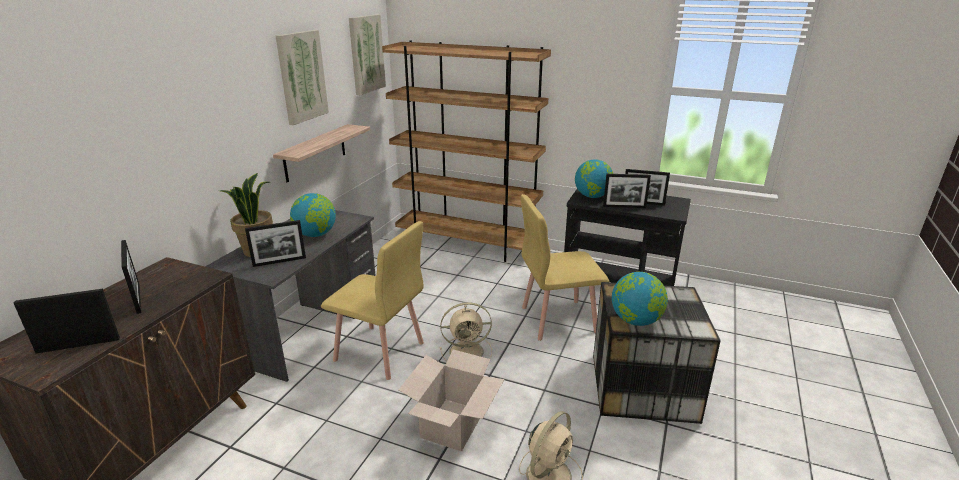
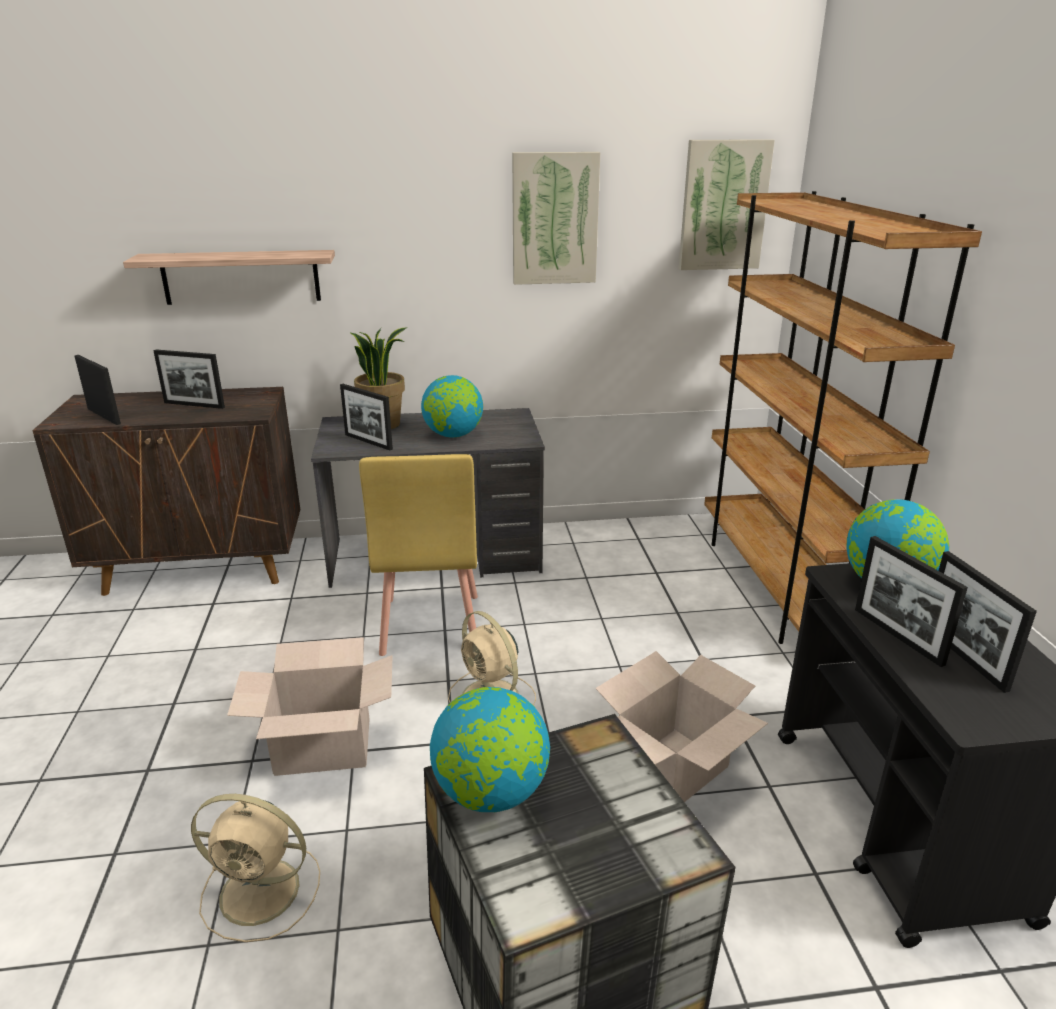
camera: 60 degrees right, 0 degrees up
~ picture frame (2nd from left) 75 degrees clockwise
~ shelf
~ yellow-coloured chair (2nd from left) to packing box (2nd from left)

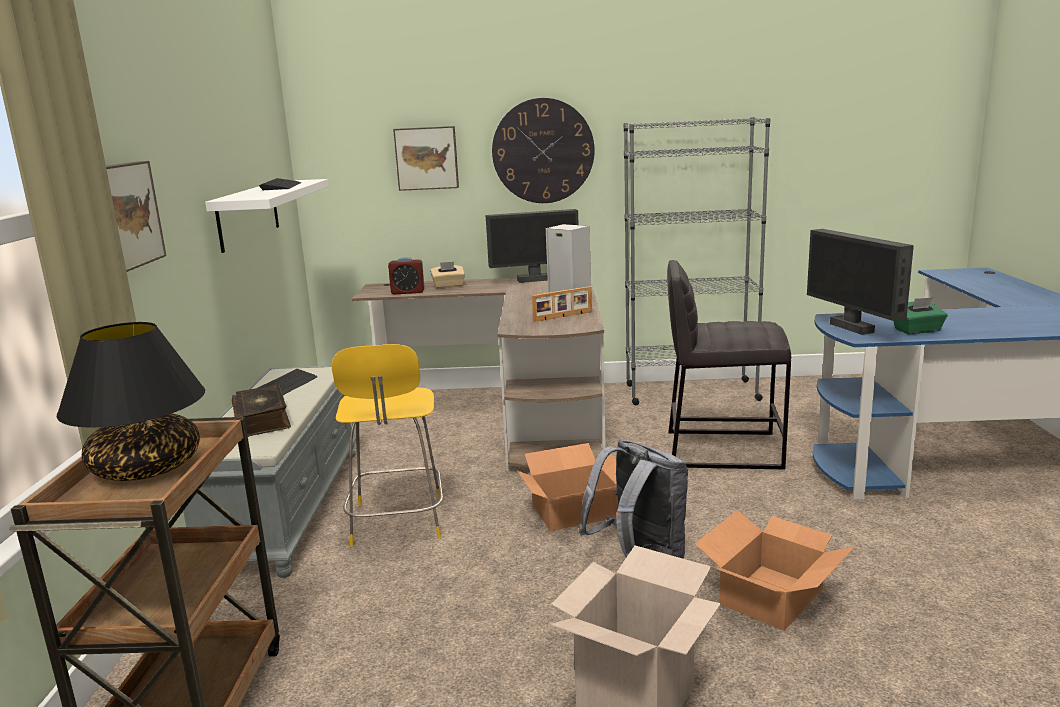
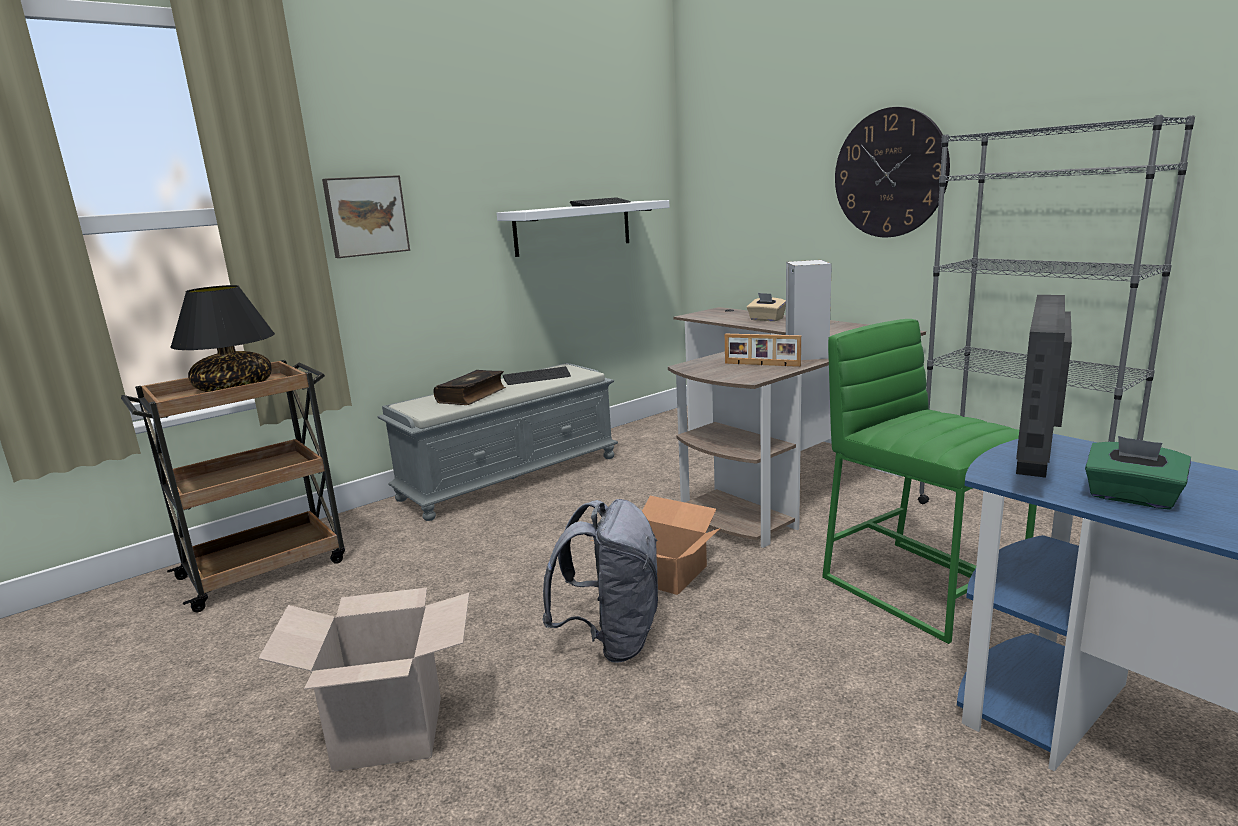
camera: 50 degrees right, 0 degrees up
- yellow-coloured chair
- table clock
- picture (2nd from left)
- computer display (1st from left)
~ gray stool seat to greenish stool seat
- packing box (3rd from left)

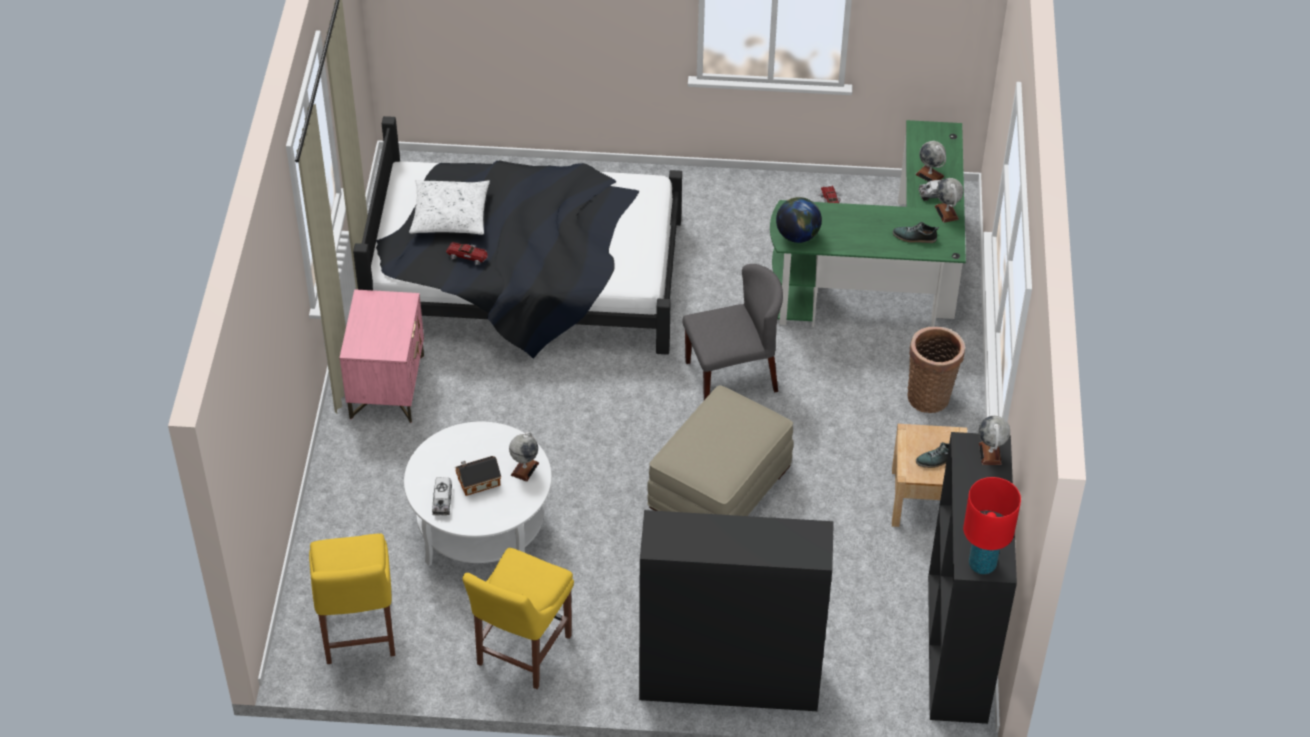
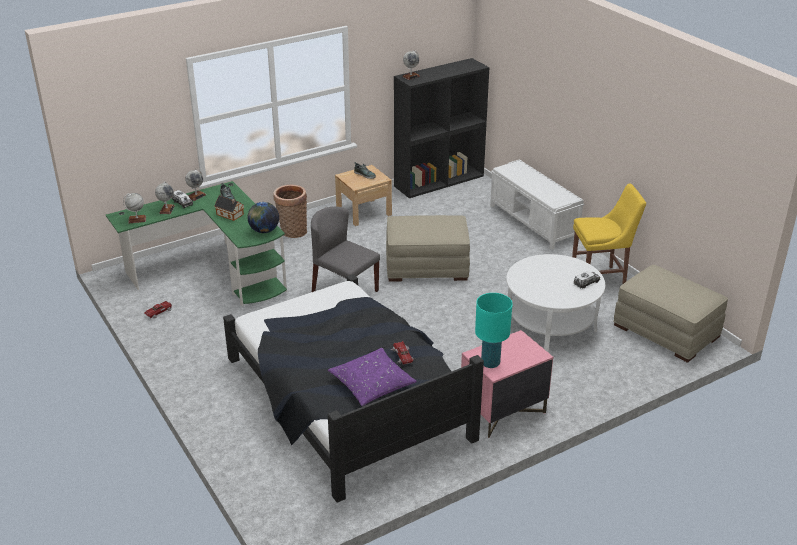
camera: 125 degrees left, 15 degrees down
~ yellow-coloured chair (1st from left) to sand-coloured footrest (2nd from left)
~ white-coloured throw pillow to purplish throw pillow
~ miniature house
~ desk globe (1st from left)
~ black bookcase (1st from left) to white-coloured indoor bench
- red table lamp
+ blue-green table lamp

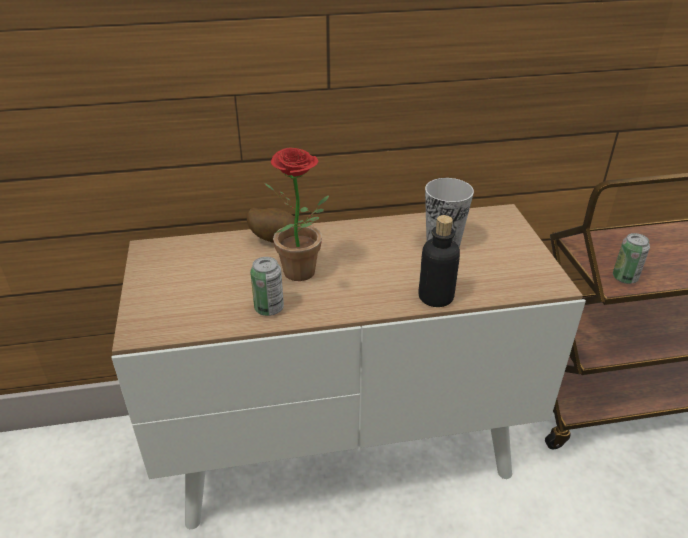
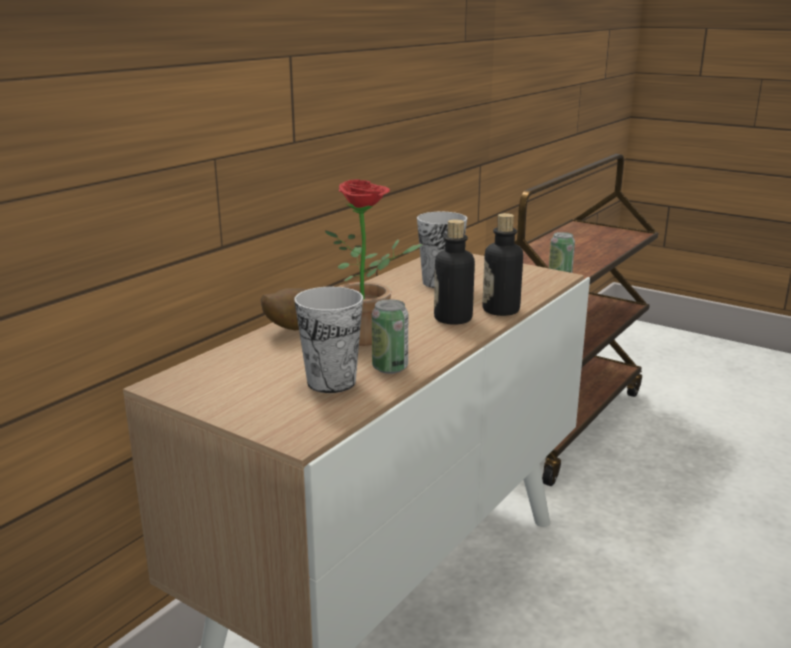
camera: 45 degrees left, 15 degrees down
+ cup (1st from left)
+ beverage bottle (1st from left)

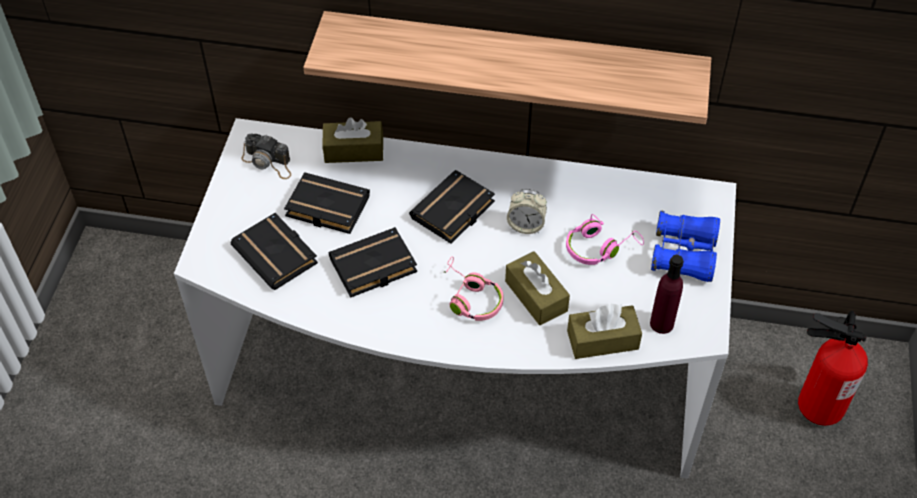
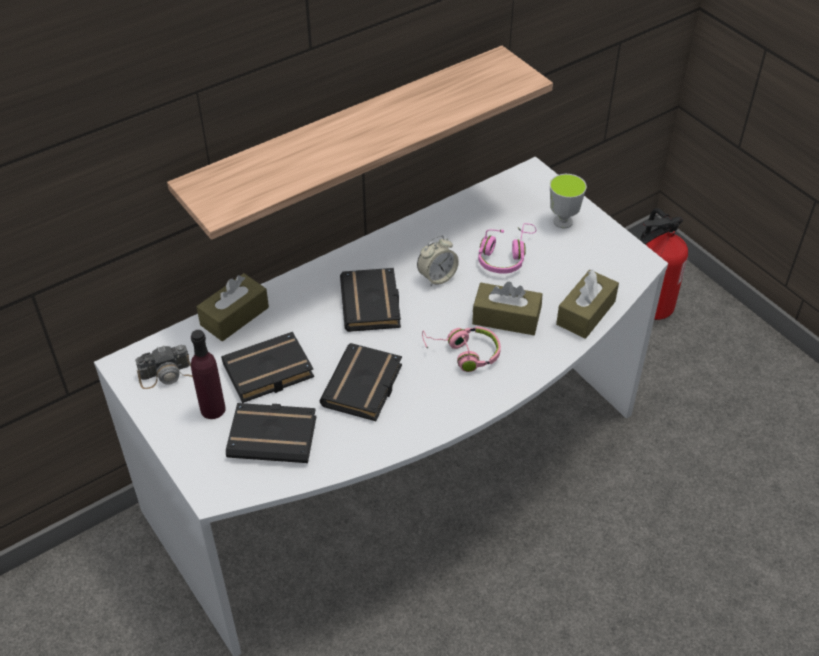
camera: 45 degrees left, 5 degrees down
~ purplish beverage bottle
~ blue-coloured binoculars to cup

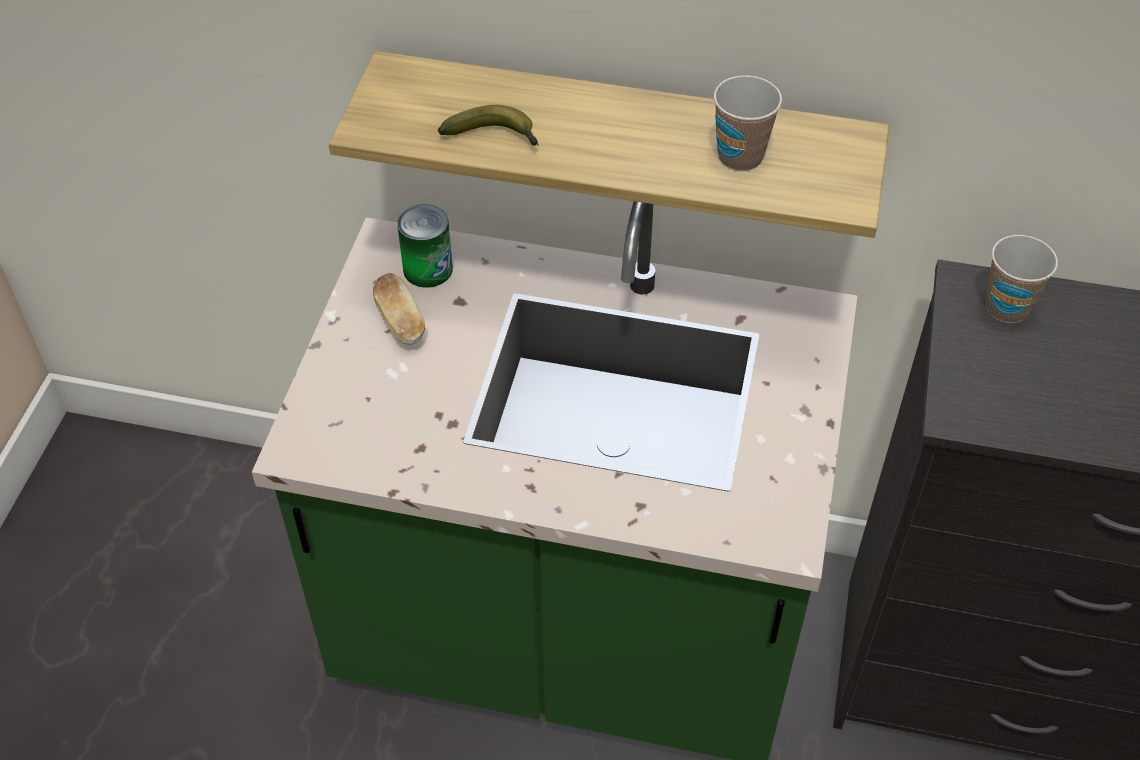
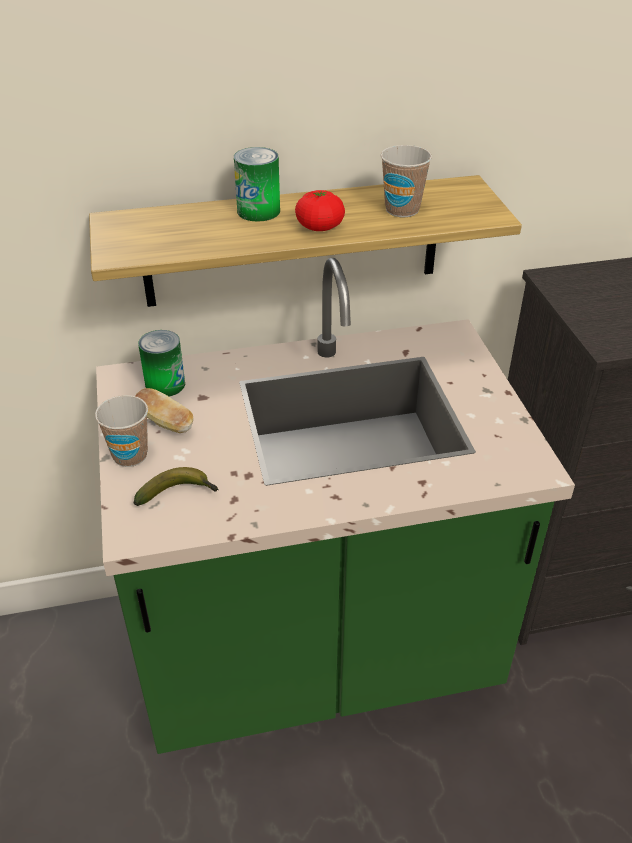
camera: 25 degrees left, 10 degrees down
~ banana
~ cup (2nd from left in the first image) to cup (1st from left)
+ sealed can (2nd from left)
+ tomato

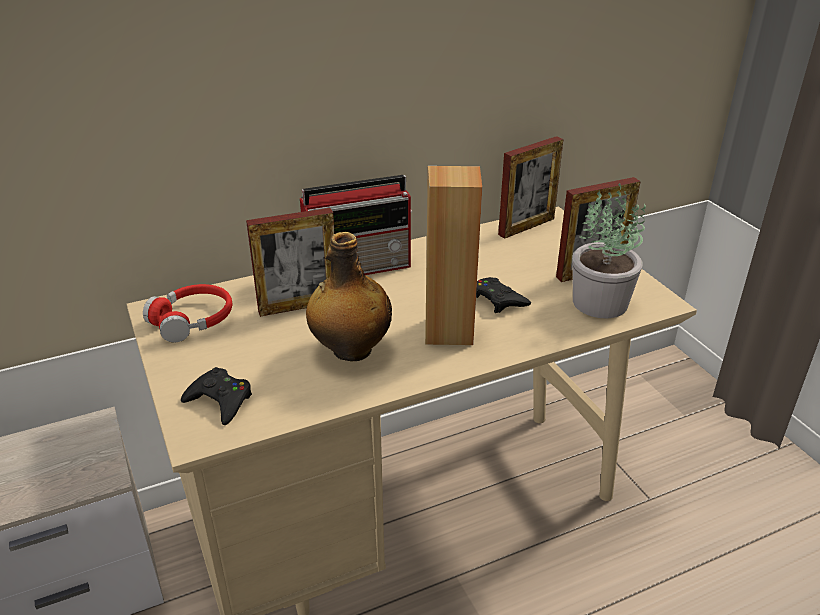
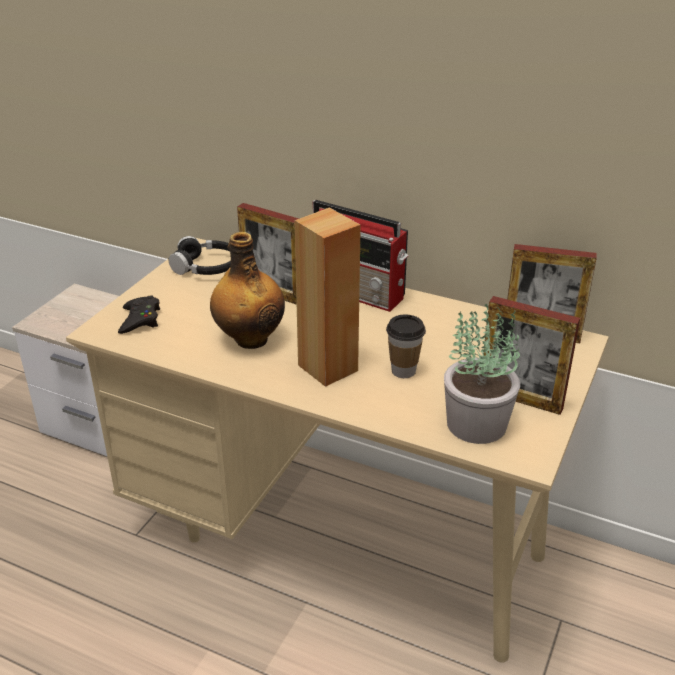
camera: 50 degrees right, 0 degrees up
~ red headphones to black headphones
~ black game controller (2nd from left) to cup

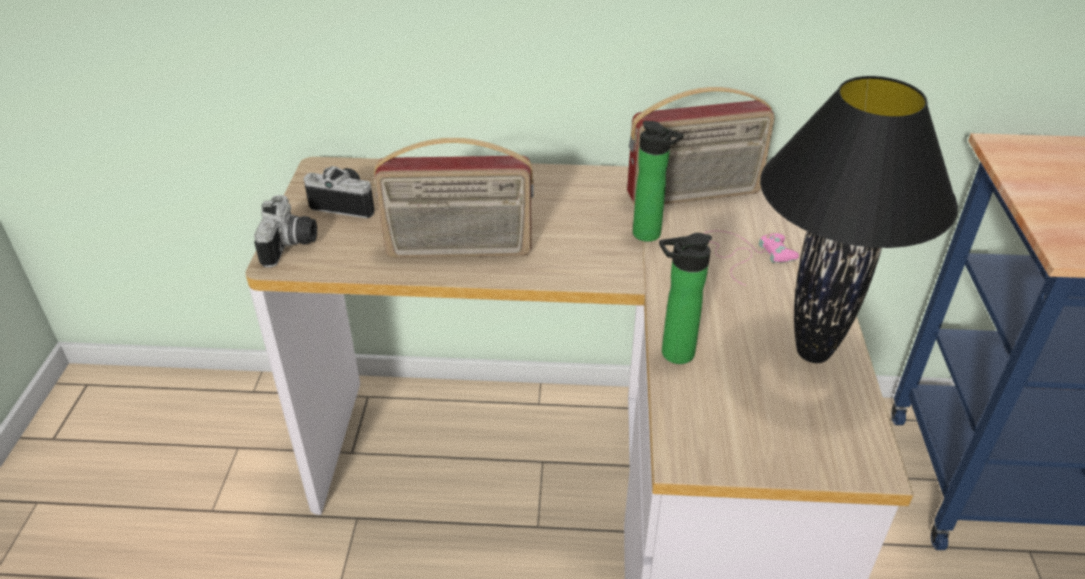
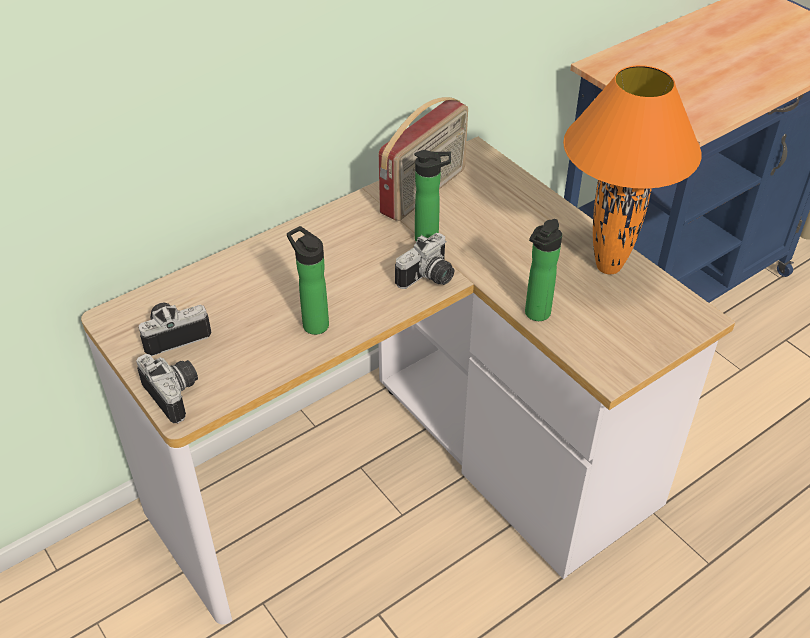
camera: 40 degrees left, 5 degrees up
~ radio receiver (1st from left) to beverage bottle (1st from left)
- pink game controller
~ black table lamp to orangey table lamp
+ still camera (3rd from left)

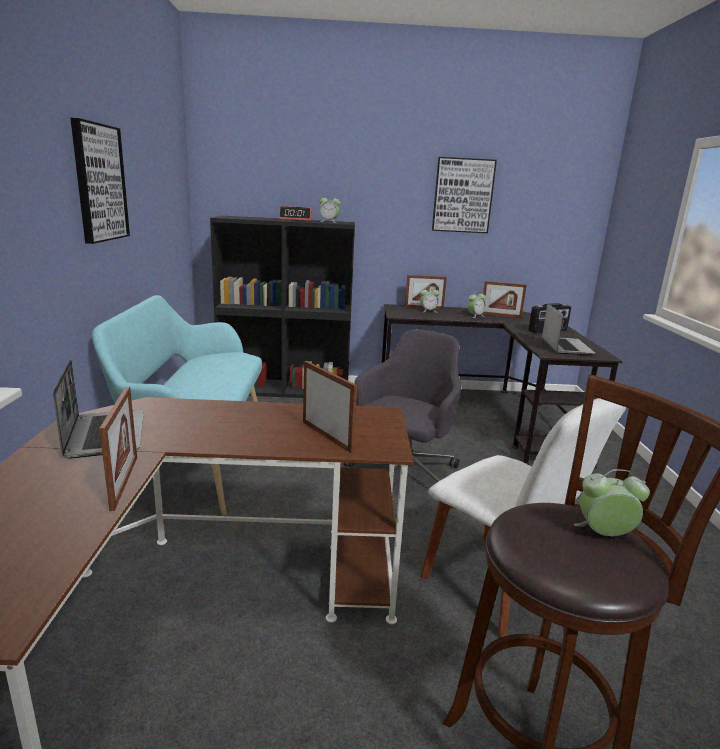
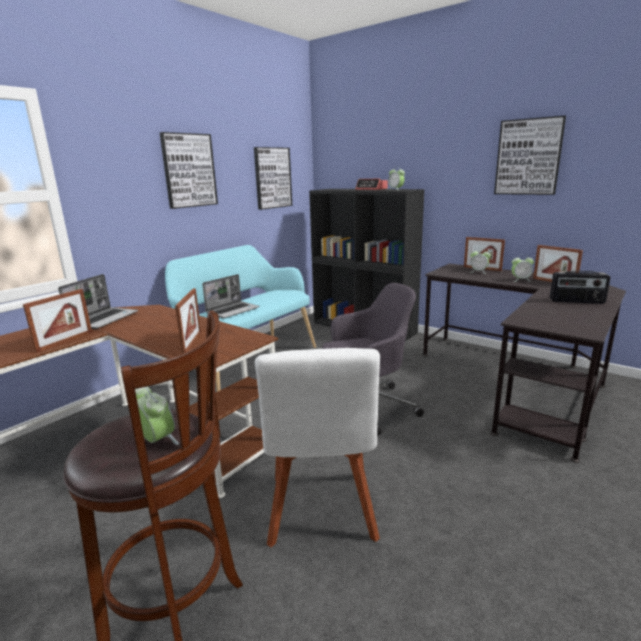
camera: 40 degrees right, 0 degrees up
~ laptop (2nd from left)
+ picture (2nd from left)

